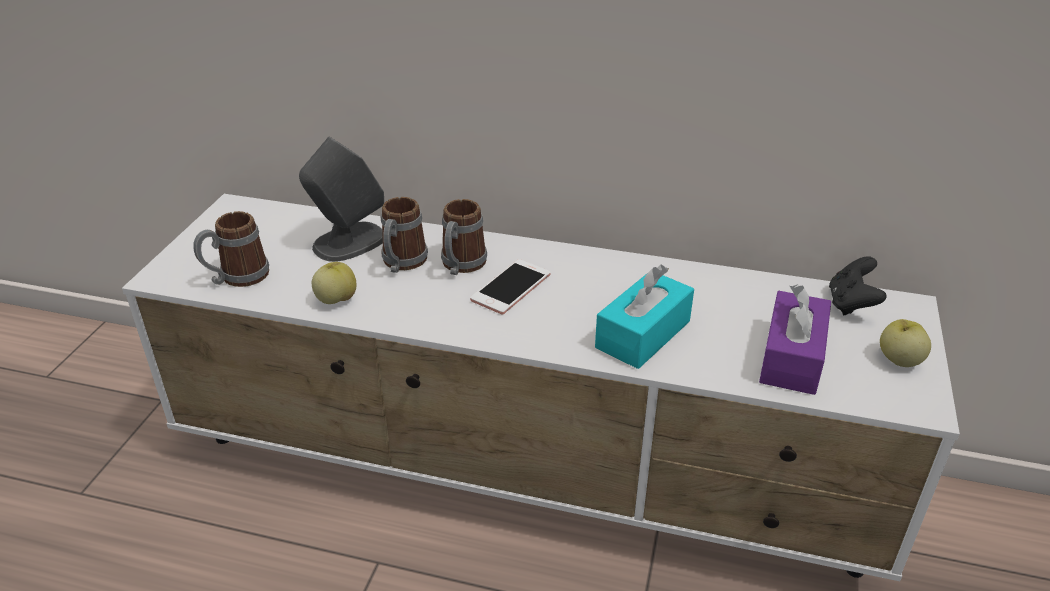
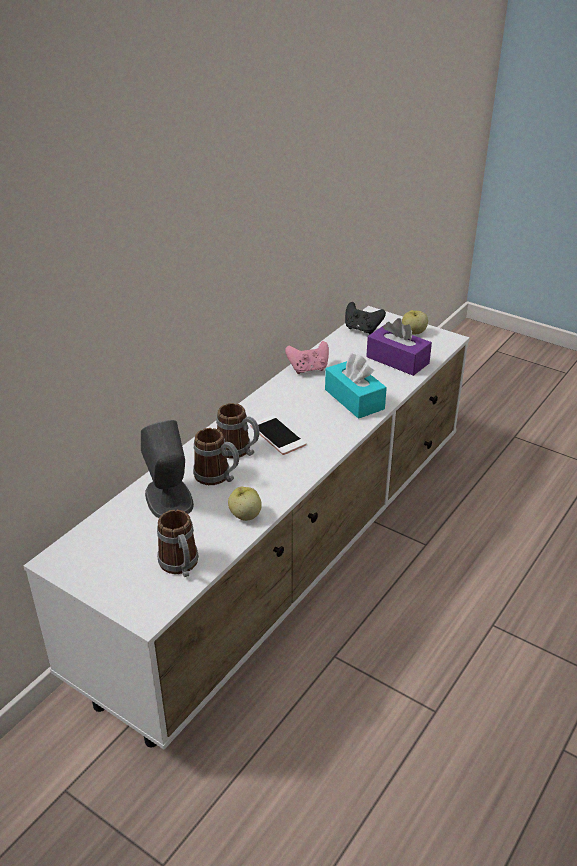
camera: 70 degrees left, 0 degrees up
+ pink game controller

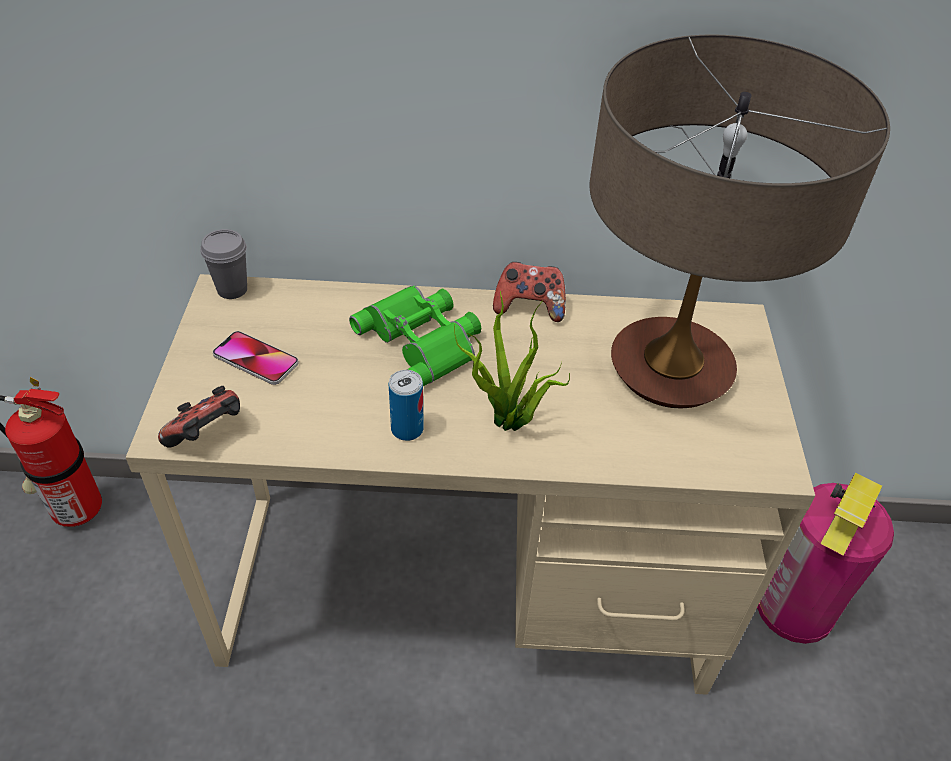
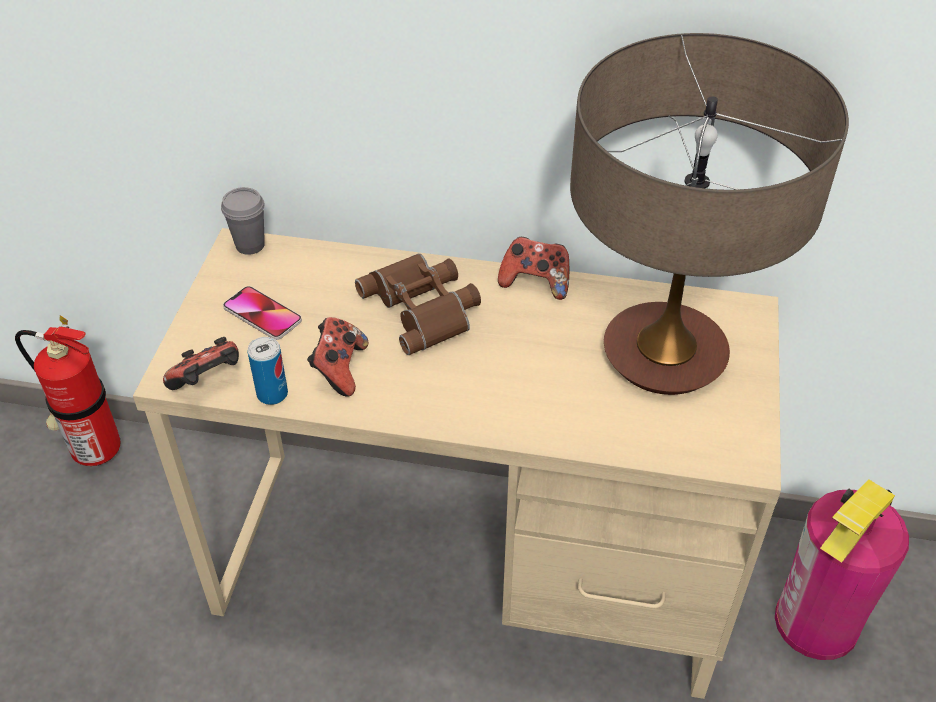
camera: 10 degrees right, 0 degrees up
~ greenish binoculars to brown binoculars
~ sealed can
- houseplant
+ game controller (2nd from left)

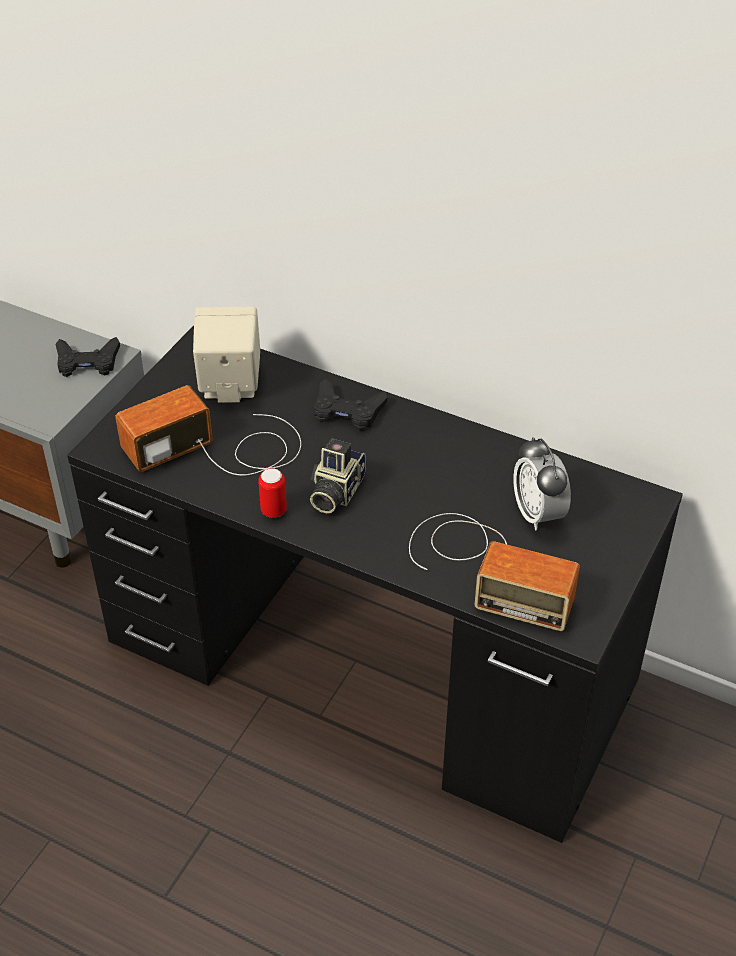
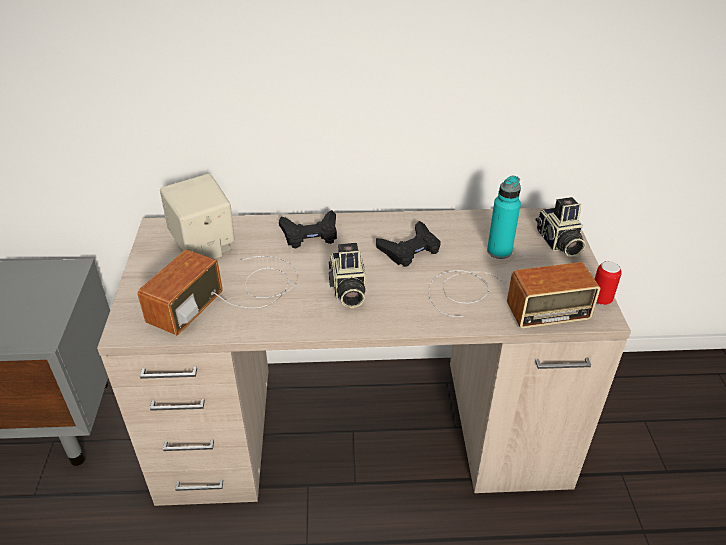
camera: 30 degrees left, 5 degrees down
~ black game controller (1st from left in the first image) to black game controller (2nd from left)
~ black desk to sand-coloured desk
~ sealed can
~ table clock to blue-green beverage bottle
+ still camera (2nd from left)

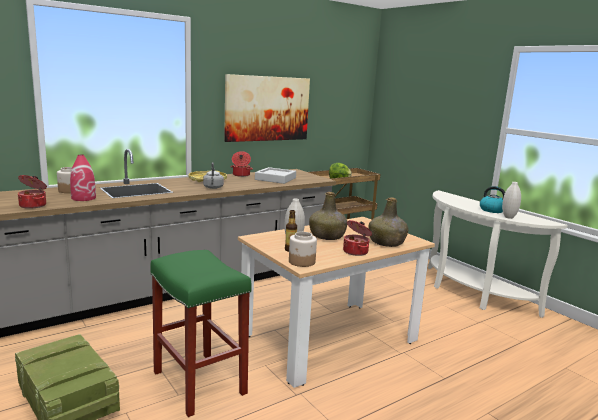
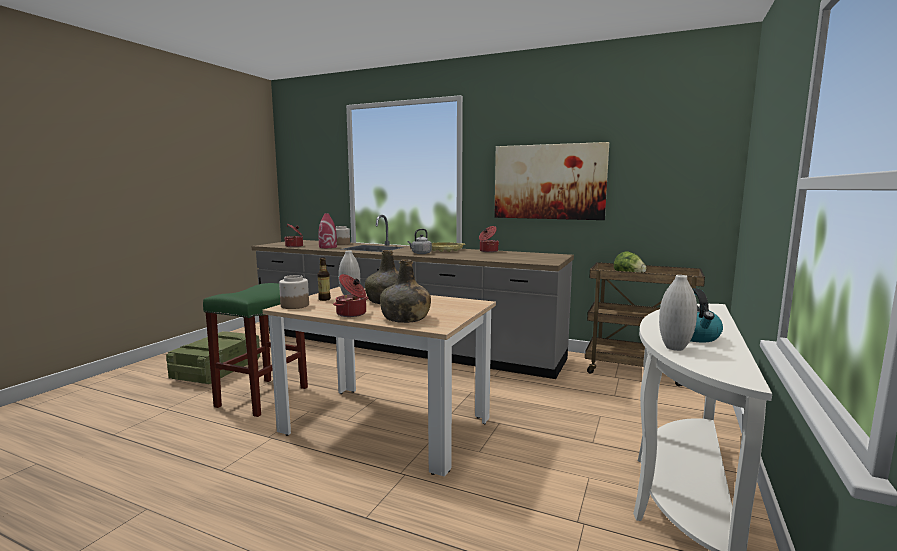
camera: 60 degrees right, 5 degrees down
- gray tray

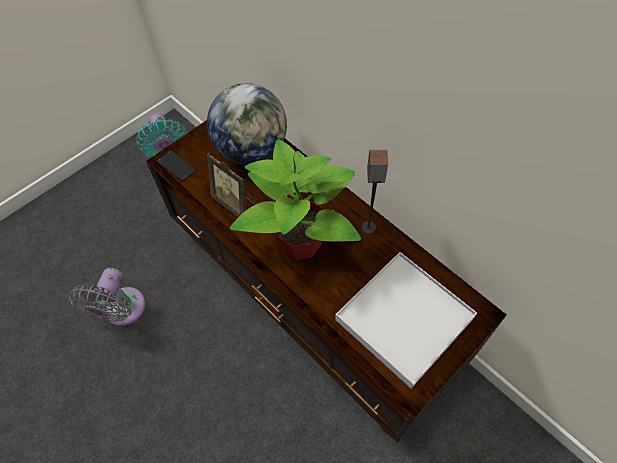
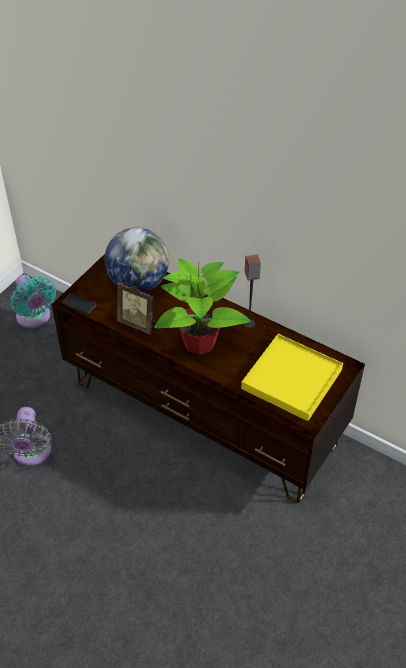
camera: 15 degrees left, 10 degrees down
~ white-coloured tray to yellow-coloured tray

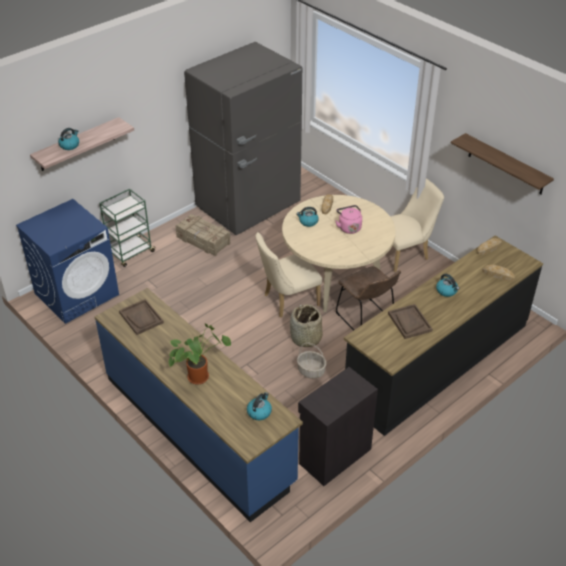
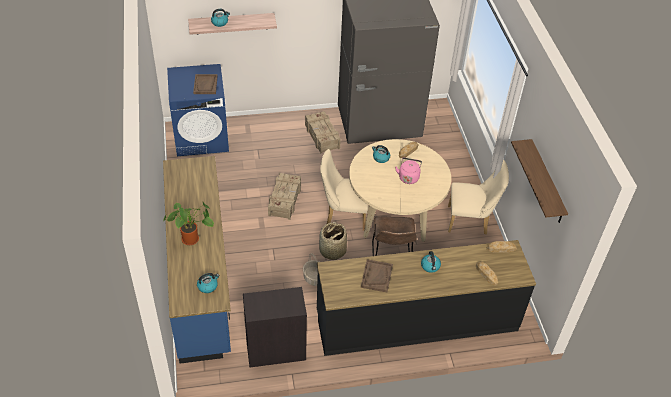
camera: 30 degrees right, 5 degrees up
- greenish cart
~ brown tray (1st from left)
+ packing crate (1st from left)

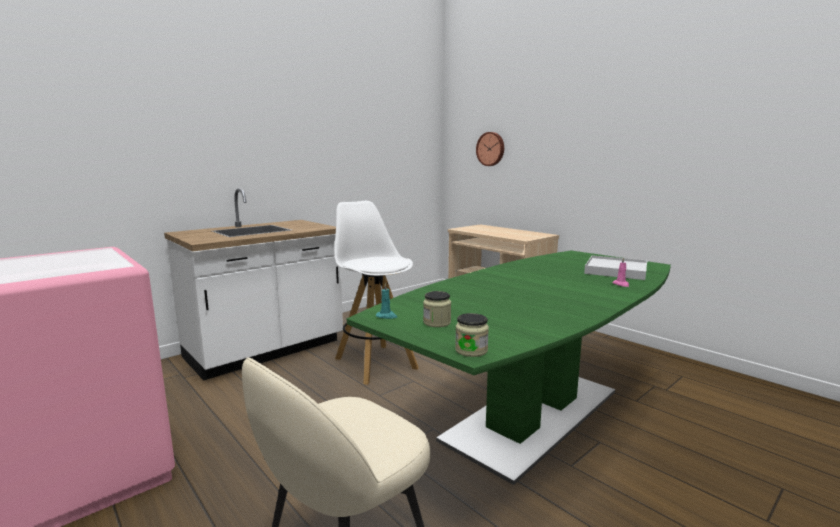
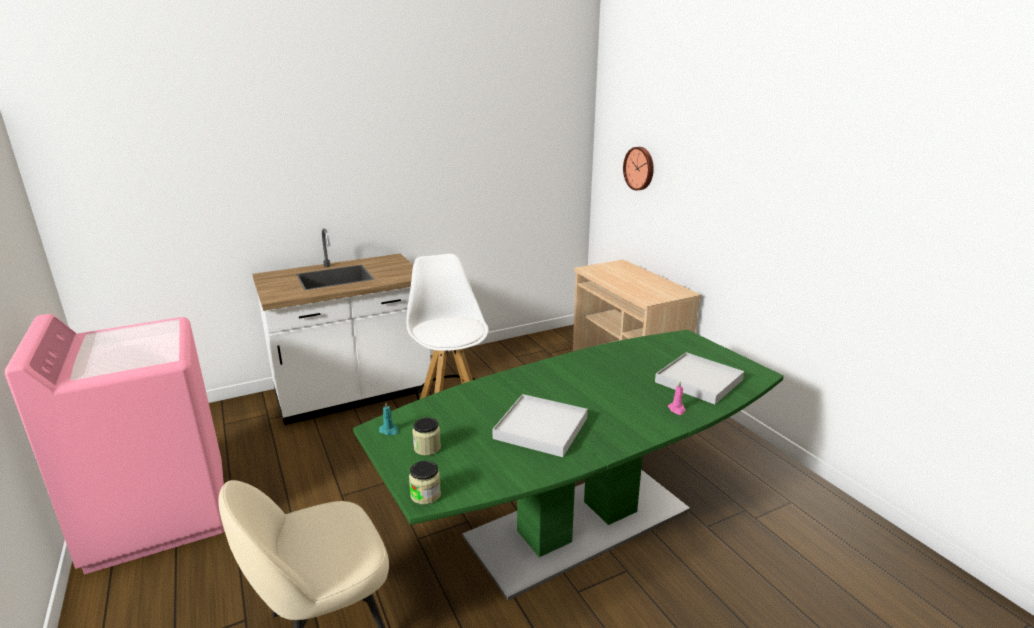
camera: 15 degrees right, 10 degrees up
+ white-coloured tray (1st from left)

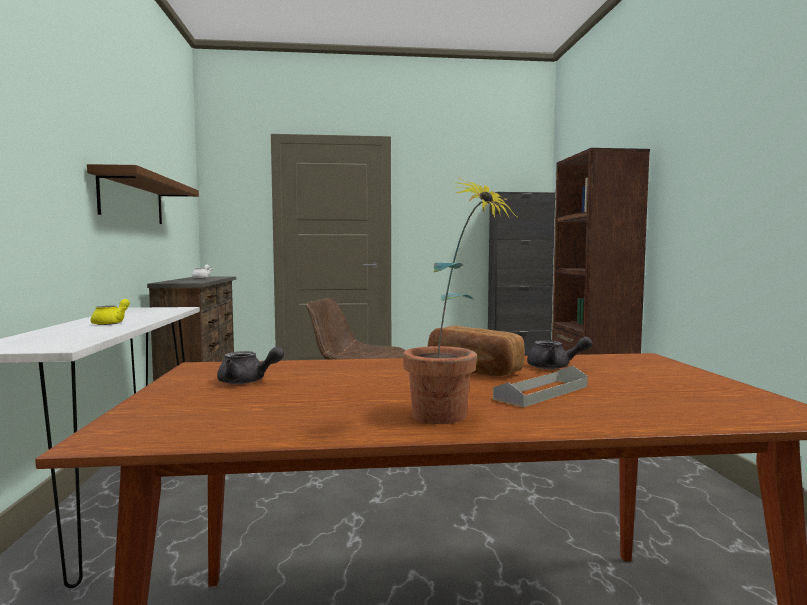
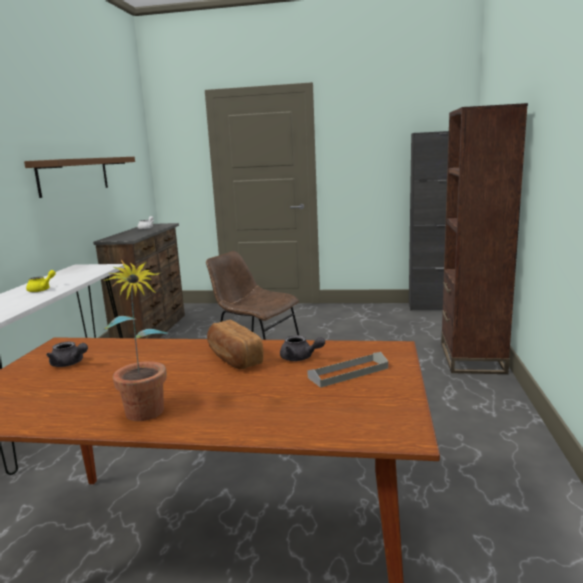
camera: 15 degrees right, 10 degrees up
~ gray tray

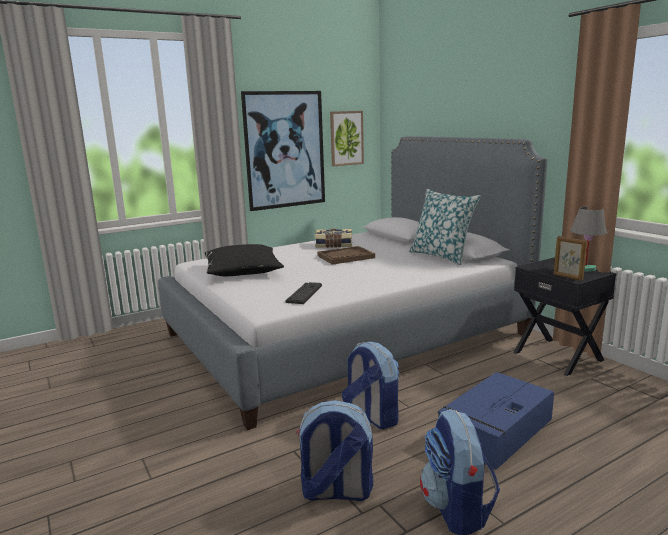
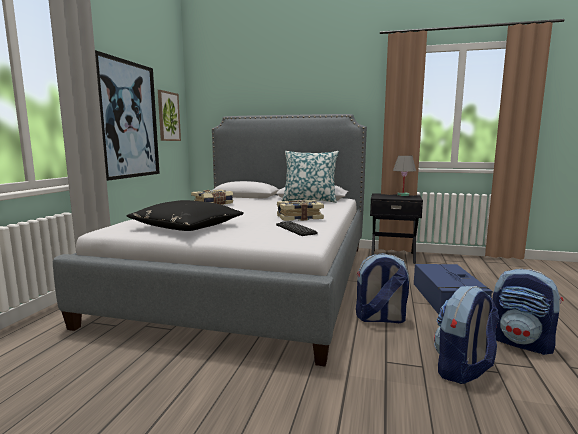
camera: 45 degrees left, 5 degrees down
- brown tray
- picture frame
+ volume (2nd from left)

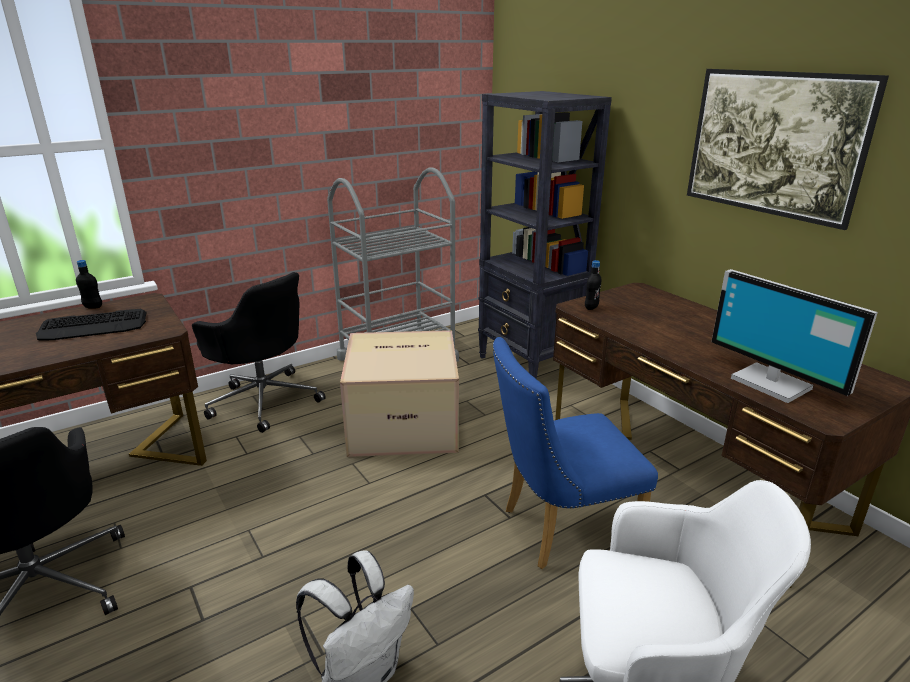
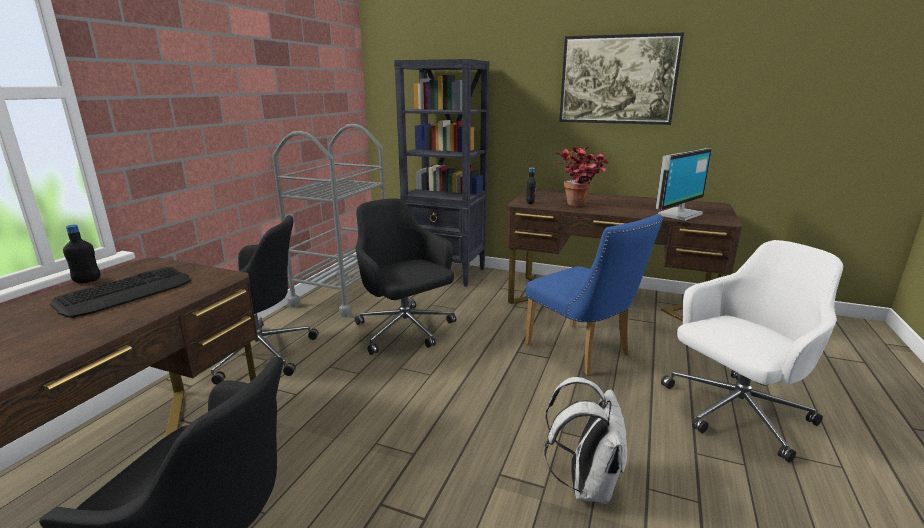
camera: 35 degrees left, 5 degrees down
~ packing box to black office chair (3rd from left)
~ blue-coloured chair 75 degrees counterclockwise
~ computer display 60 degrees counterclockwise
+ houseplant

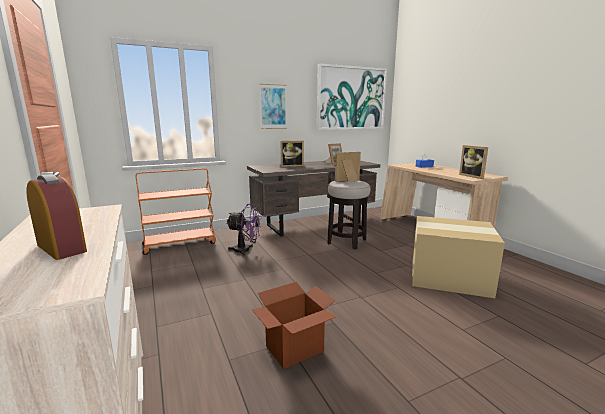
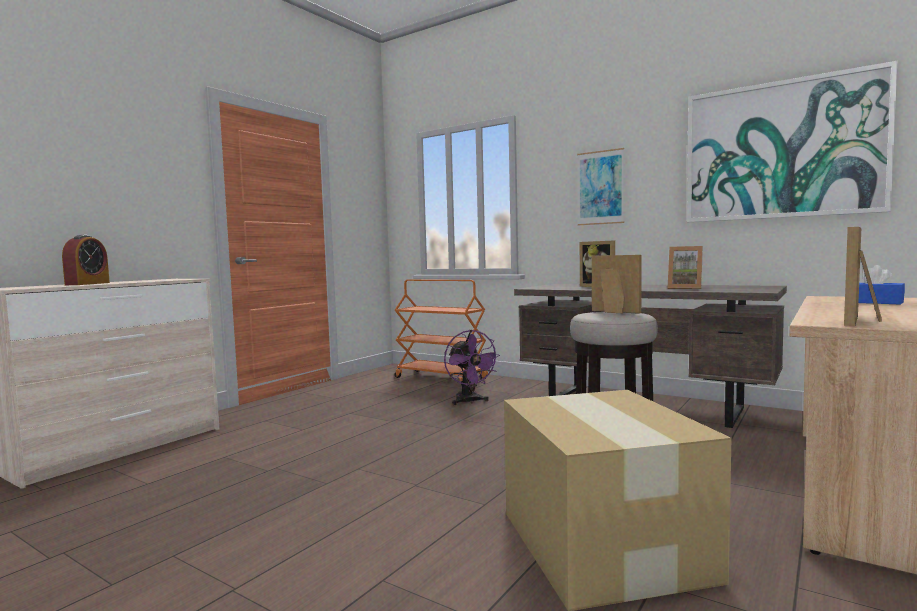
camera: 60 degrees right, 10 degrees down
- packing box (1st from left)

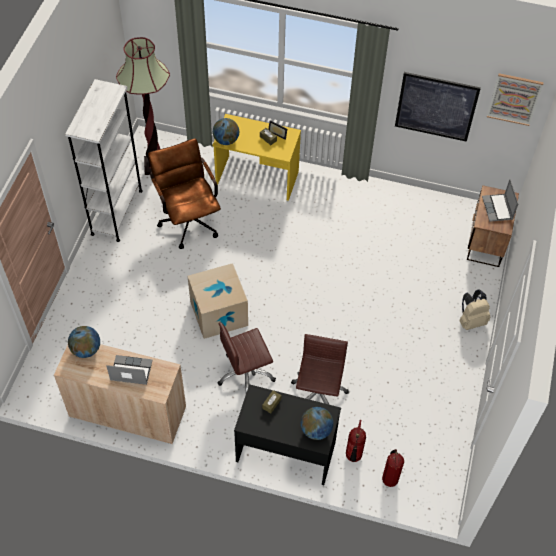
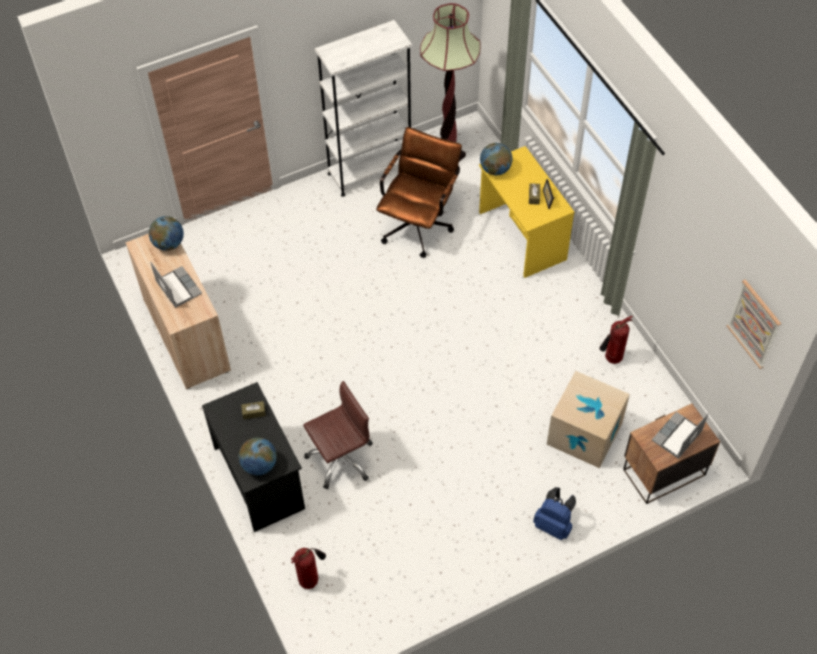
camera: 50 degrees right, 0 degrees up
~ packing box
- brown office chair (2nd from left)
~ extinguisher (1st from left in the first image) to extinguisher (2nd from left)
- picture (1st from left)
~ sand-coloured backpack to blue-coloured backpack

